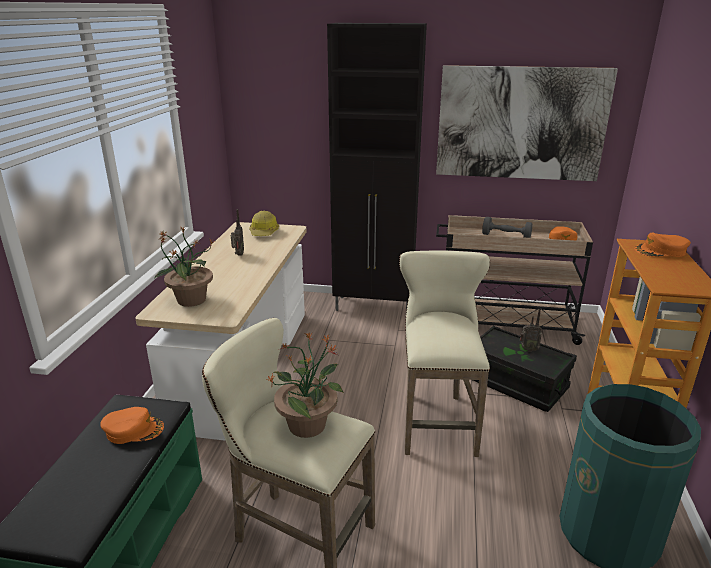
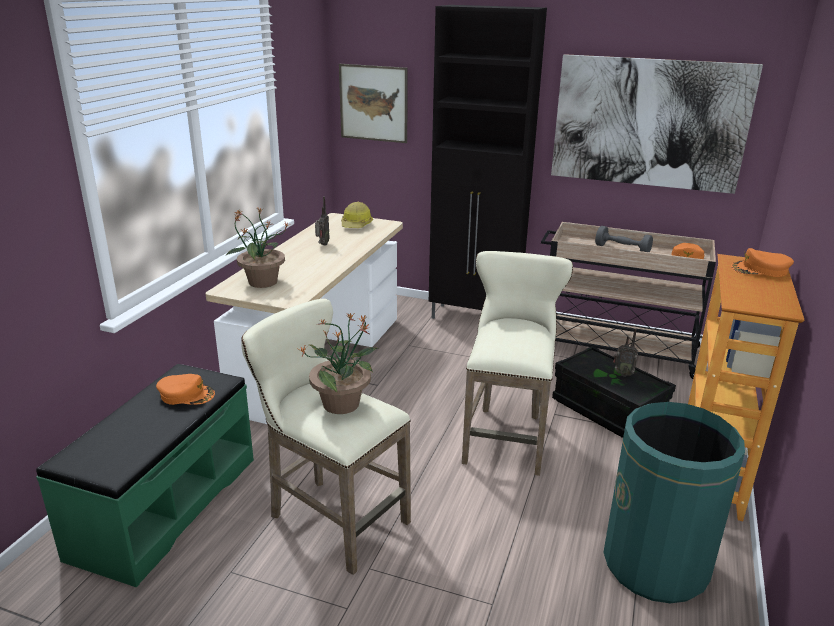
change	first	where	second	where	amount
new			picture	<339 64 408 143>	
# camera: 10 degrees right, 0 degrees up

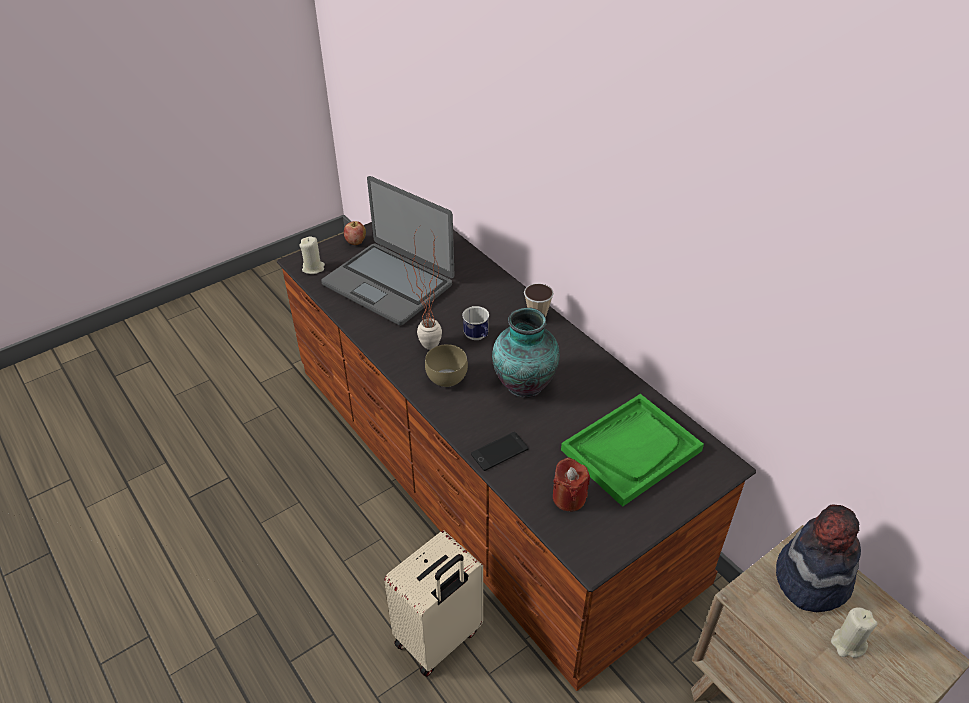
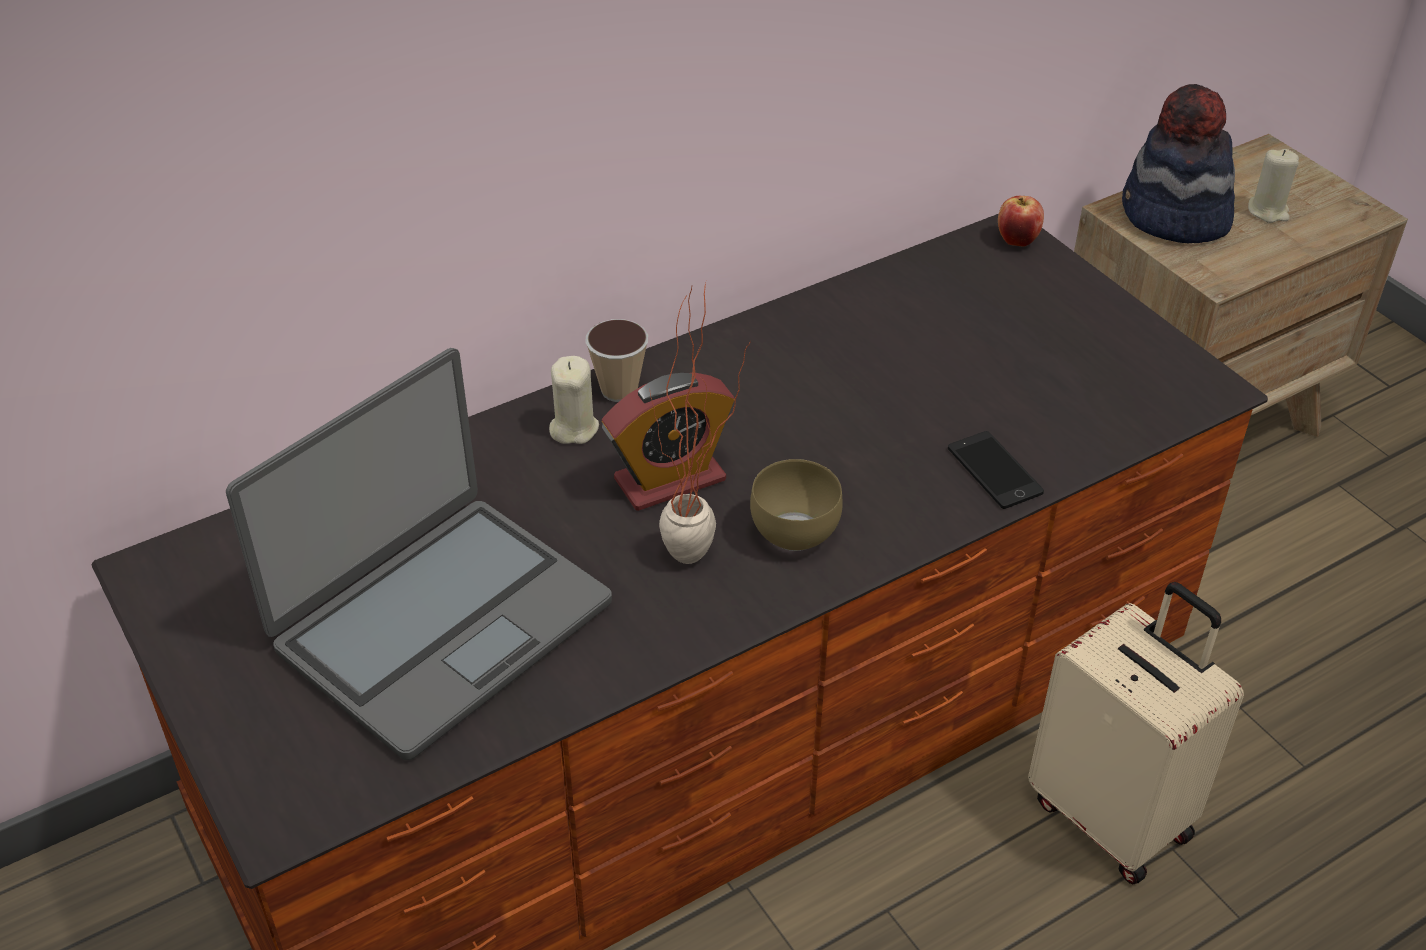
change	first	where	second	where	amount
shifted	beige candle	<299 237 325 274>		<549 356 599 444>	
shifted	apple	<344 221 366 245>		<998 196 1044 247>	
swapped	mug	<462 306 489 340>	alarm clock	<602 373 735 511>	
gone	vase	<492 308 560 398>			
gone	red candle	<553 457 590 511>			
gone	green tray	<561 394 704 507>			
# camera: 85 degrees left, 0 degrees up

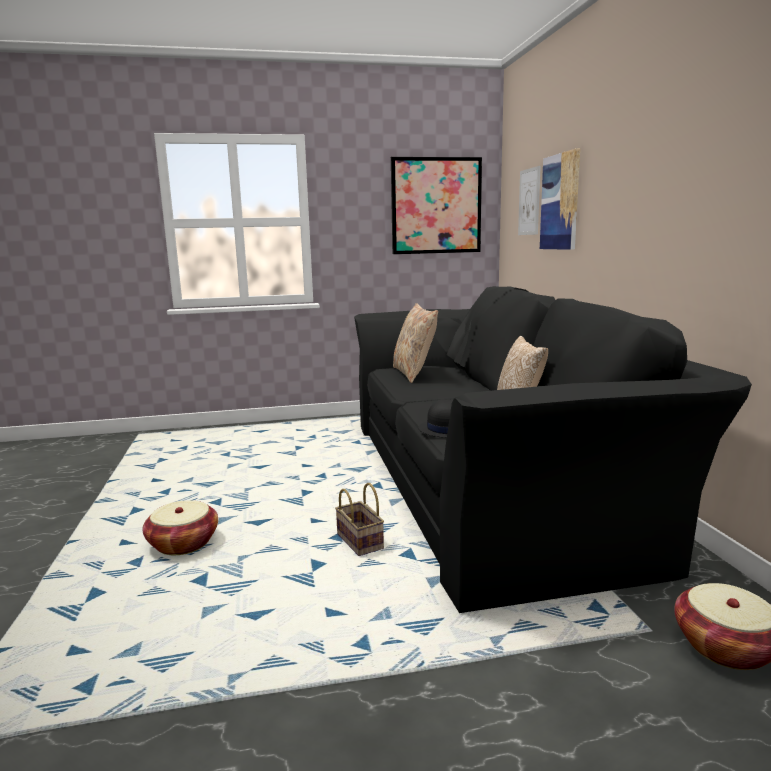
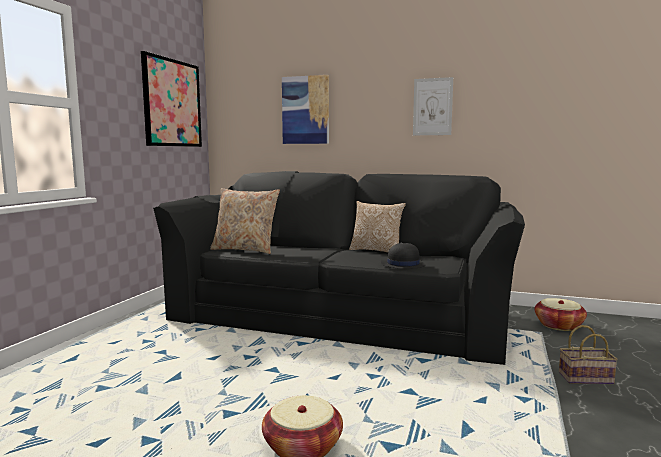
change	first	where	second	where	amount
shifted	basket	<335 483 384 556>		<559 325 618 384>	
shifted	picture	<518 166 541 235>		<413 77 453 135>	
# camera: 60 degrees left, 5 degrees down

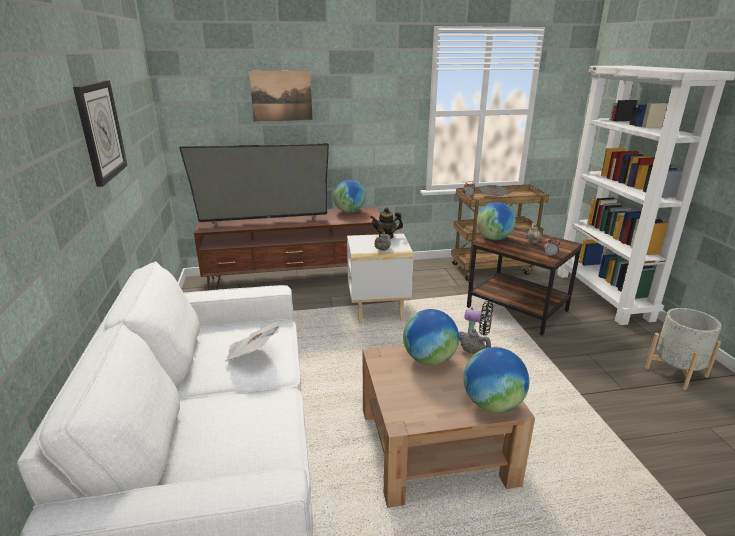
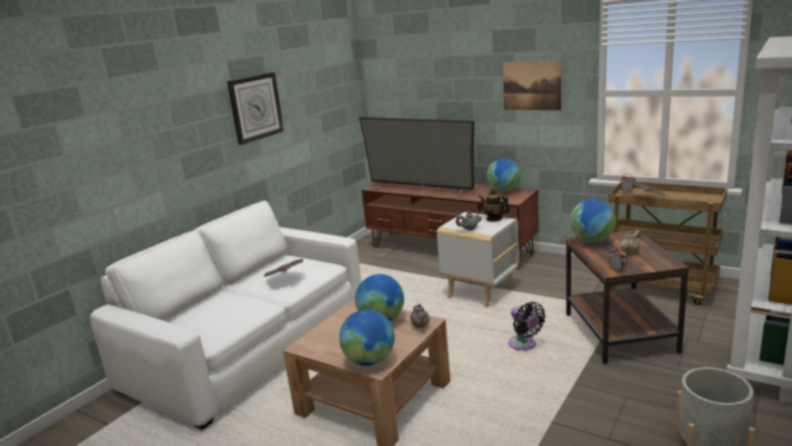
change	first	where	second	where	amount
shifted	picture	<249 70 313 122>		<503 60 561 110>	
# camera: 45 degrees right, 5 degrees down

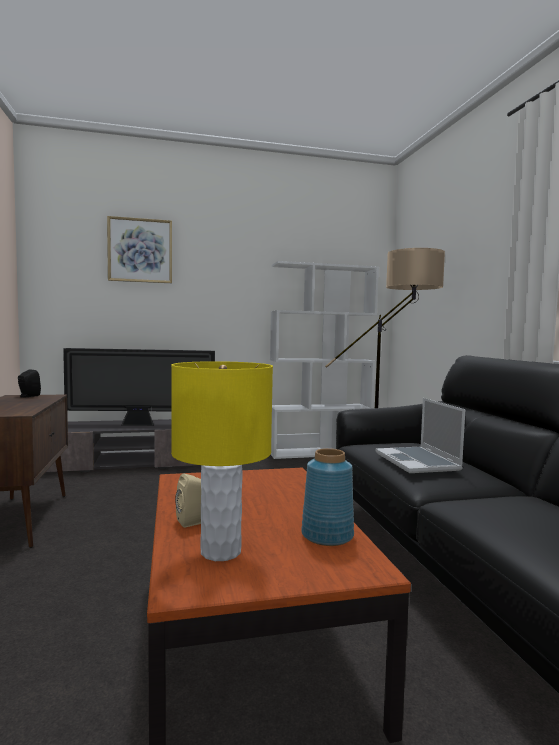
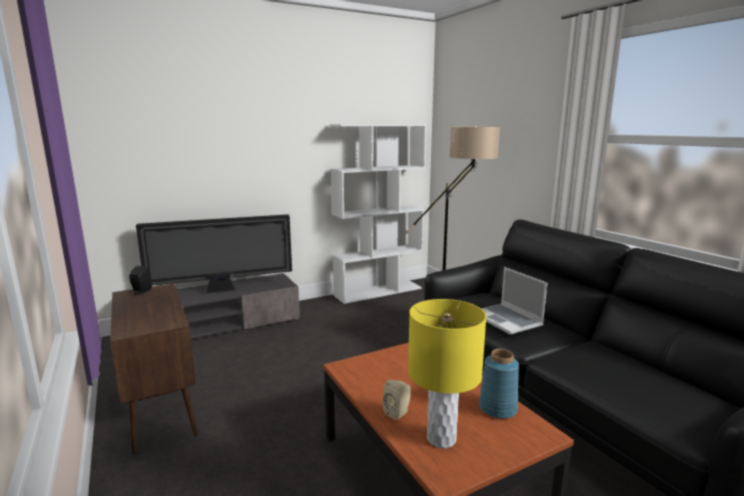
change	first	where	second	where	amount
gone	picture	<107 216 172 283>			
# camera: 15 degrees left, 10 degrees up

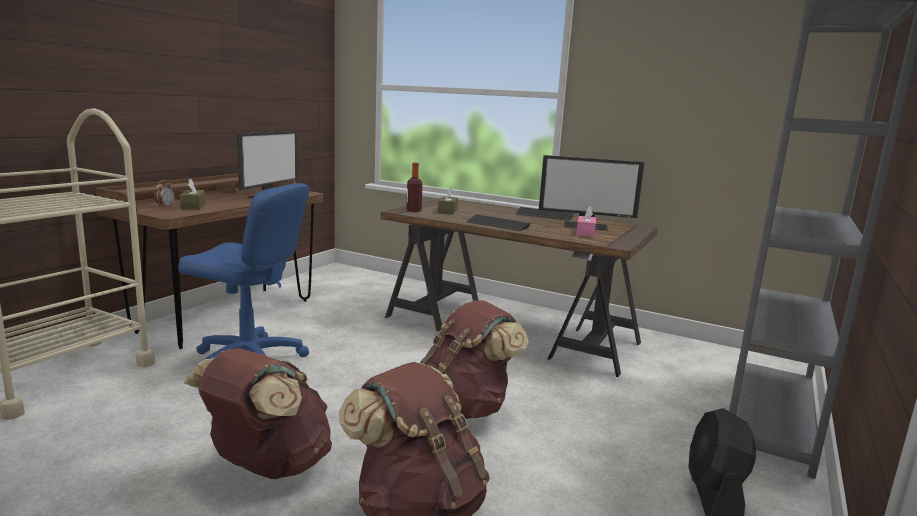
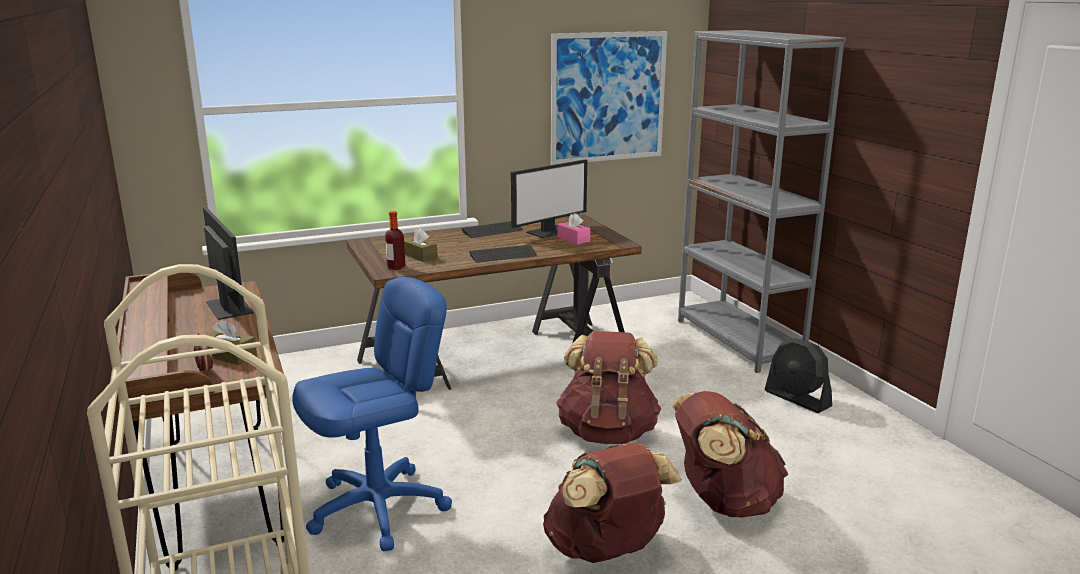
change	first	where	second	where	amount
new			picture	<551 31 667 165>	
# camera: 50 degrees left, 5 degrees up

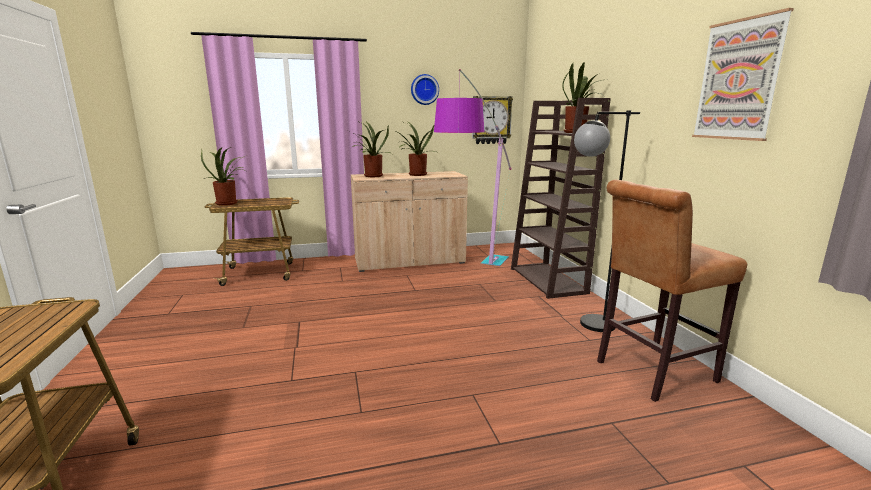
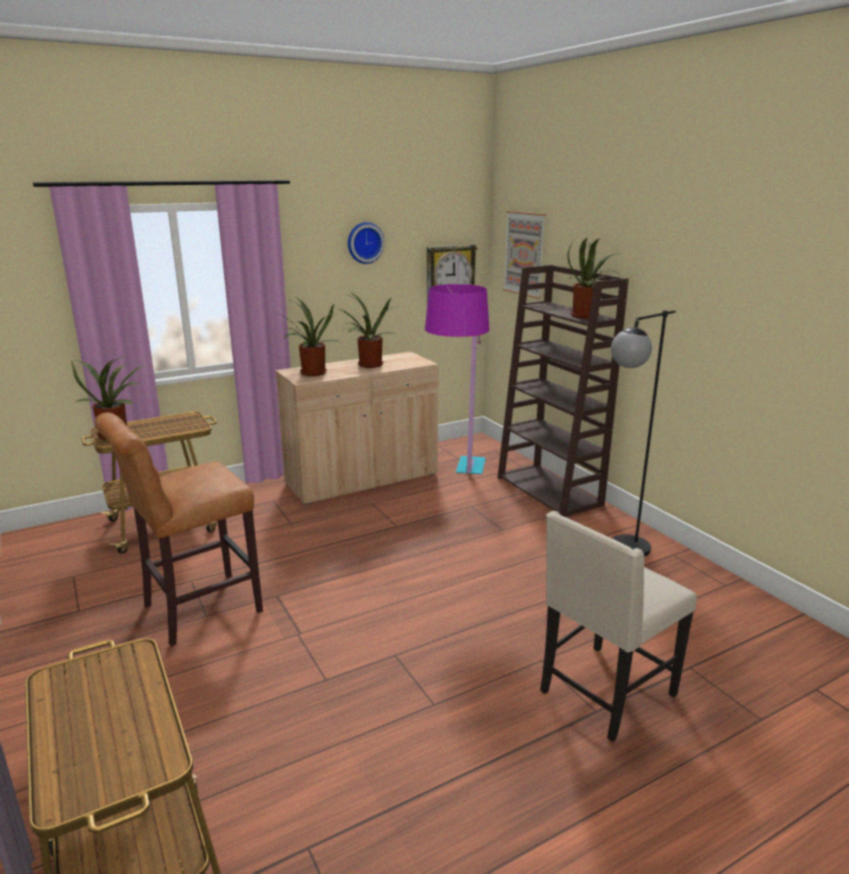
change	first	where	second	where	amount
shifted	brown stool	<597 180 747 402>		<95 412 263 646>	
shifted	picture	<692 8 794 141>		<503 211 546 299>	
new			beige chair	<540 511 697 742>	
# camera: 15 degrees left, 5 degrees up

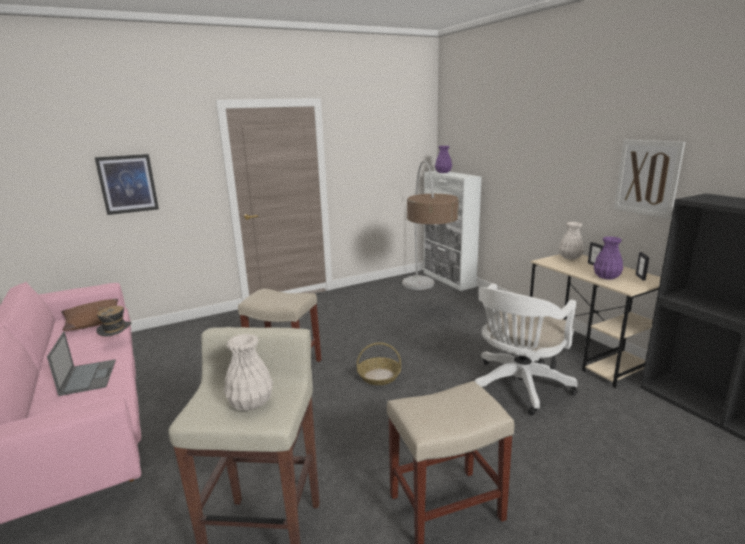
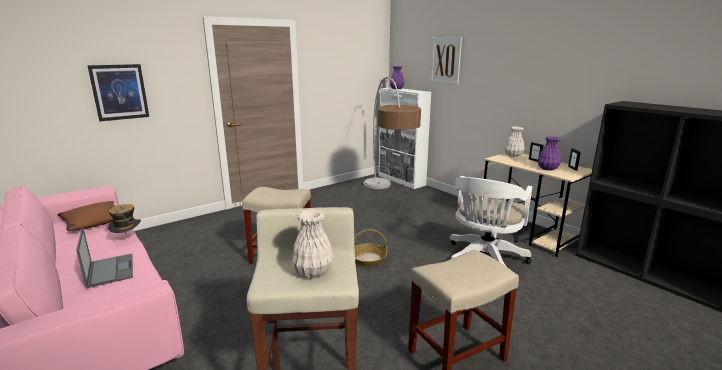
change	first	where	second	where	amount
shifted	picture	<614 139 685 219>		<430 37 462 85>	
# camera: 10 degrees left, 0 degrees up

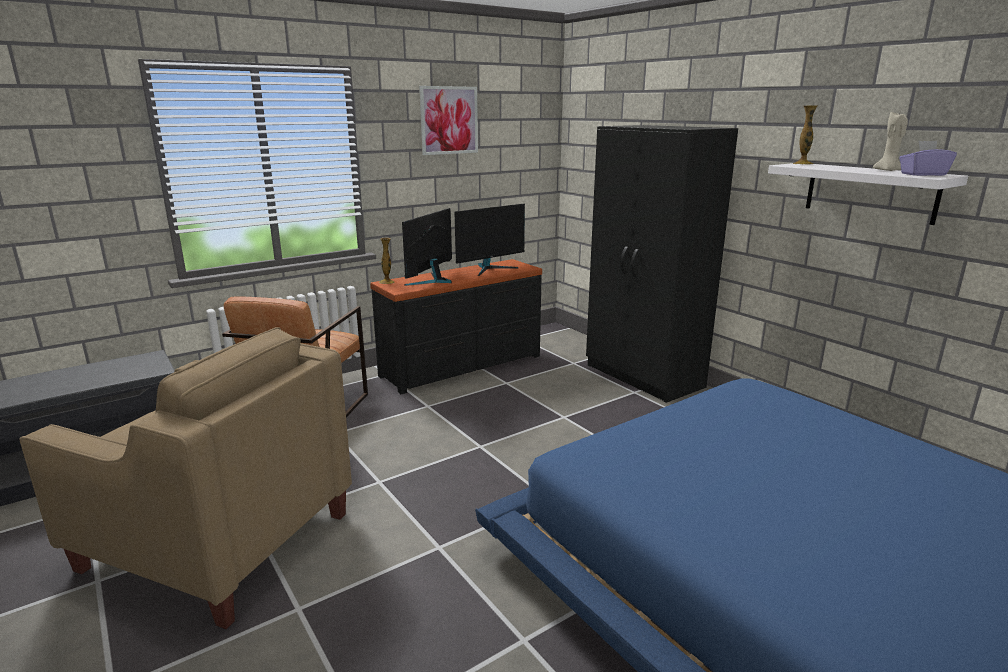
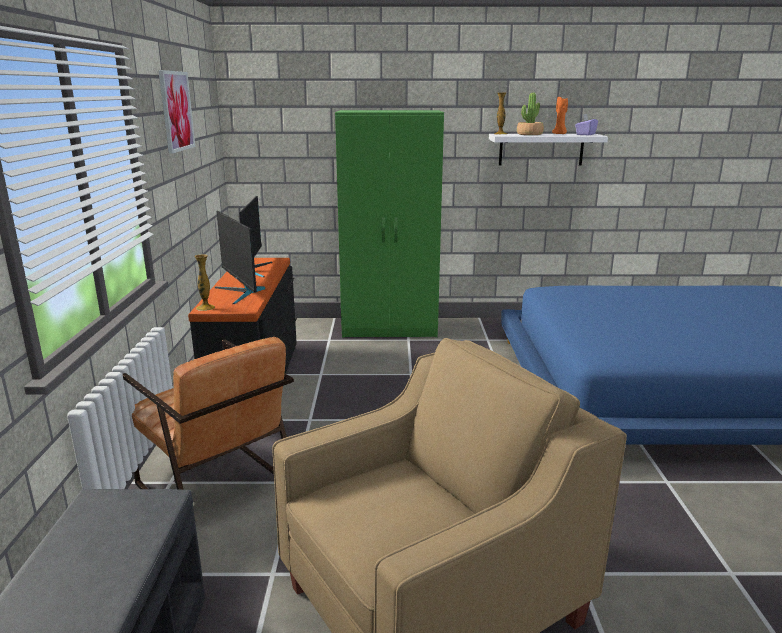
change	first	where	second	where	amount
repainted	black wardrobe	<586 125 738 403>	green wardrobe	<335 110 444 337>	
repainted	beige candle	<873 110 908 171>	orange candle	<552 97 568 134>	
new			potted plant	<517 93 544 135>	
# camera: 55 degrees left, 0 degrees up

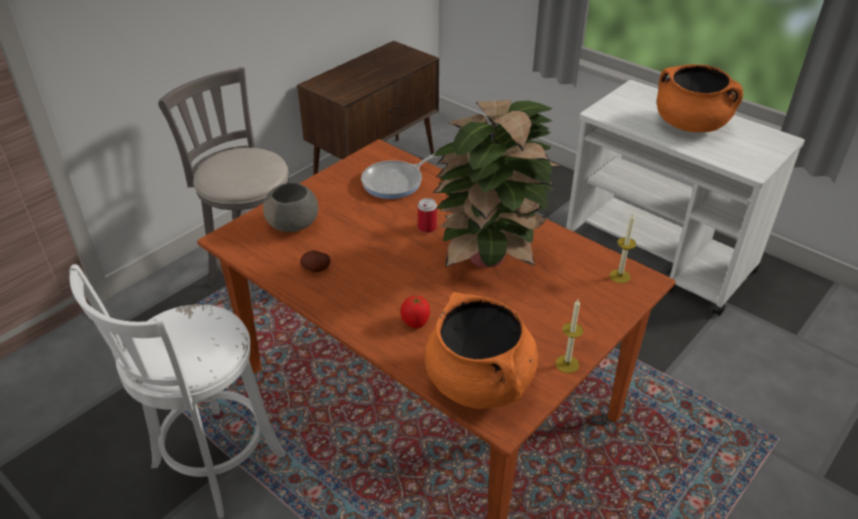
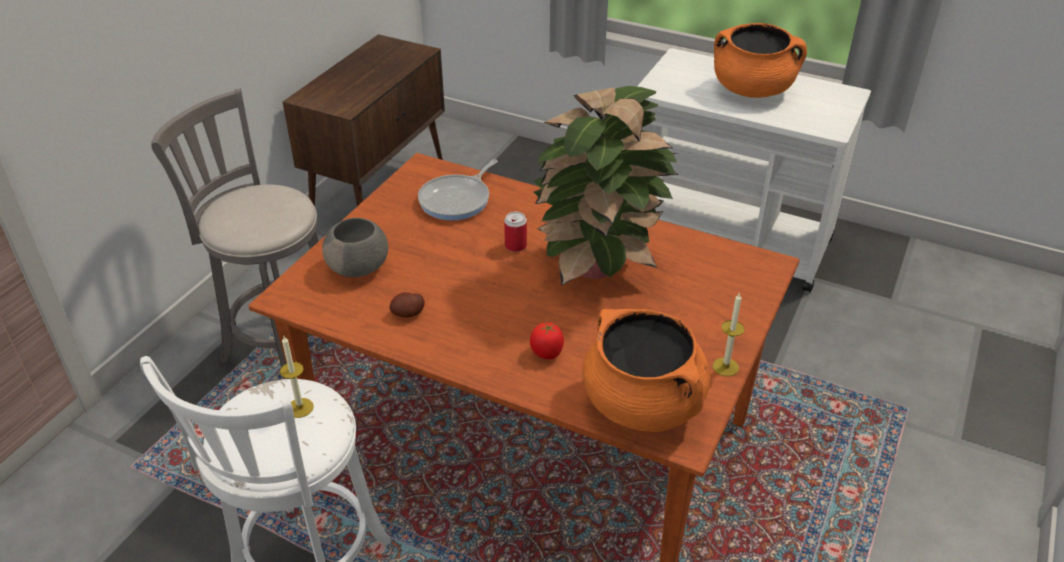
change	first	where	second	where	amount
shifted	candle	<609 214 636 283>		<280 336 314 418>	
# camera: 15 degrees left, 0 degrees up

